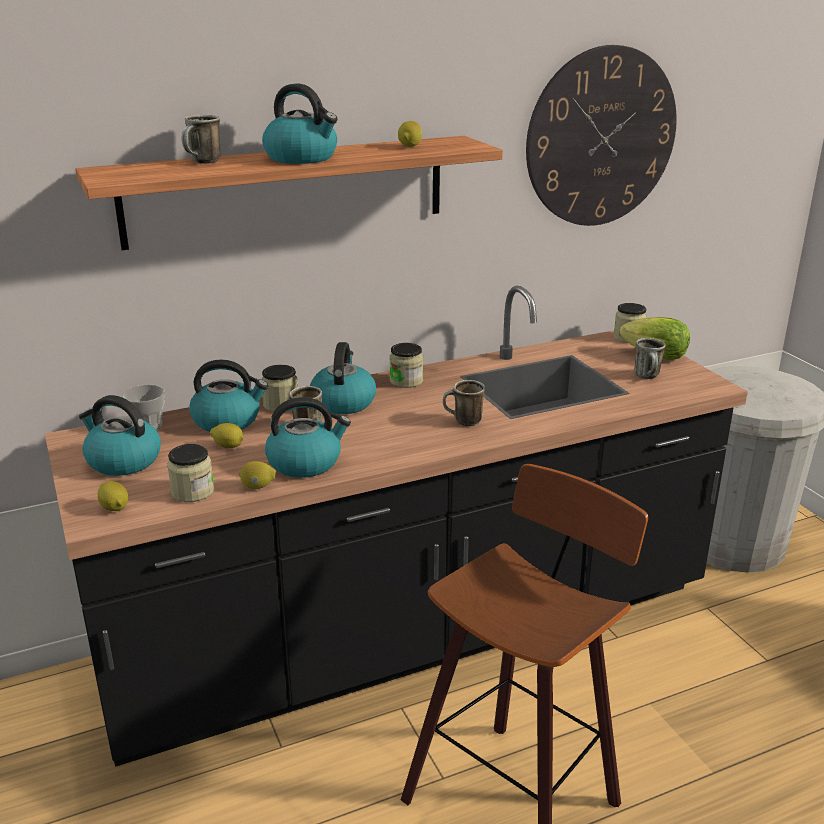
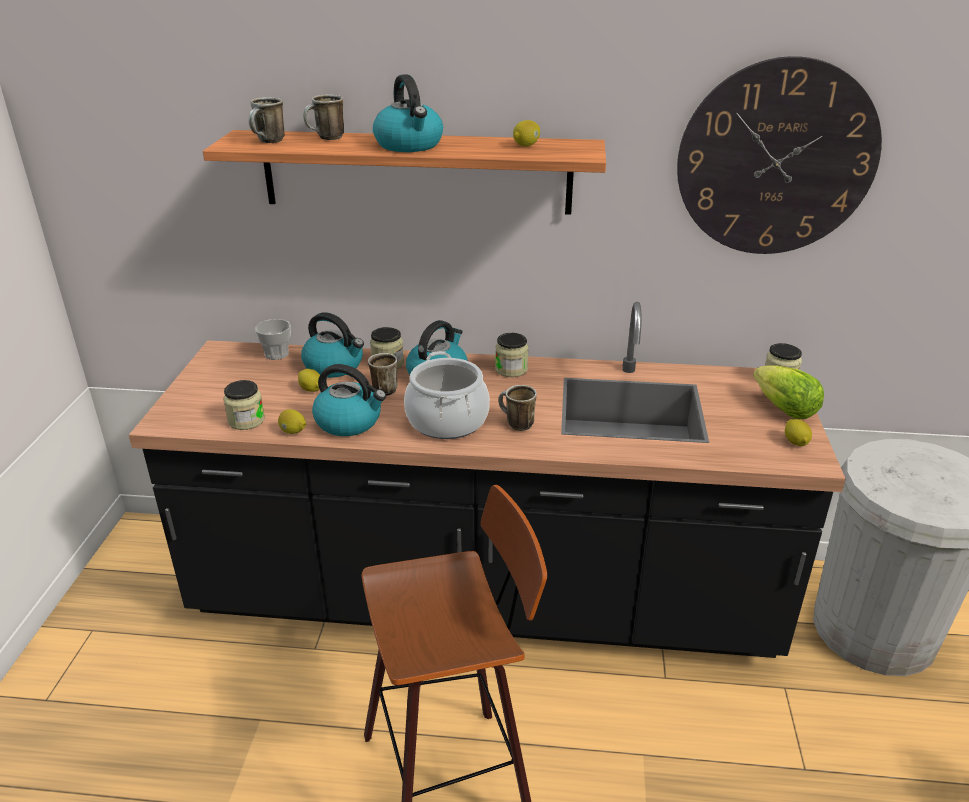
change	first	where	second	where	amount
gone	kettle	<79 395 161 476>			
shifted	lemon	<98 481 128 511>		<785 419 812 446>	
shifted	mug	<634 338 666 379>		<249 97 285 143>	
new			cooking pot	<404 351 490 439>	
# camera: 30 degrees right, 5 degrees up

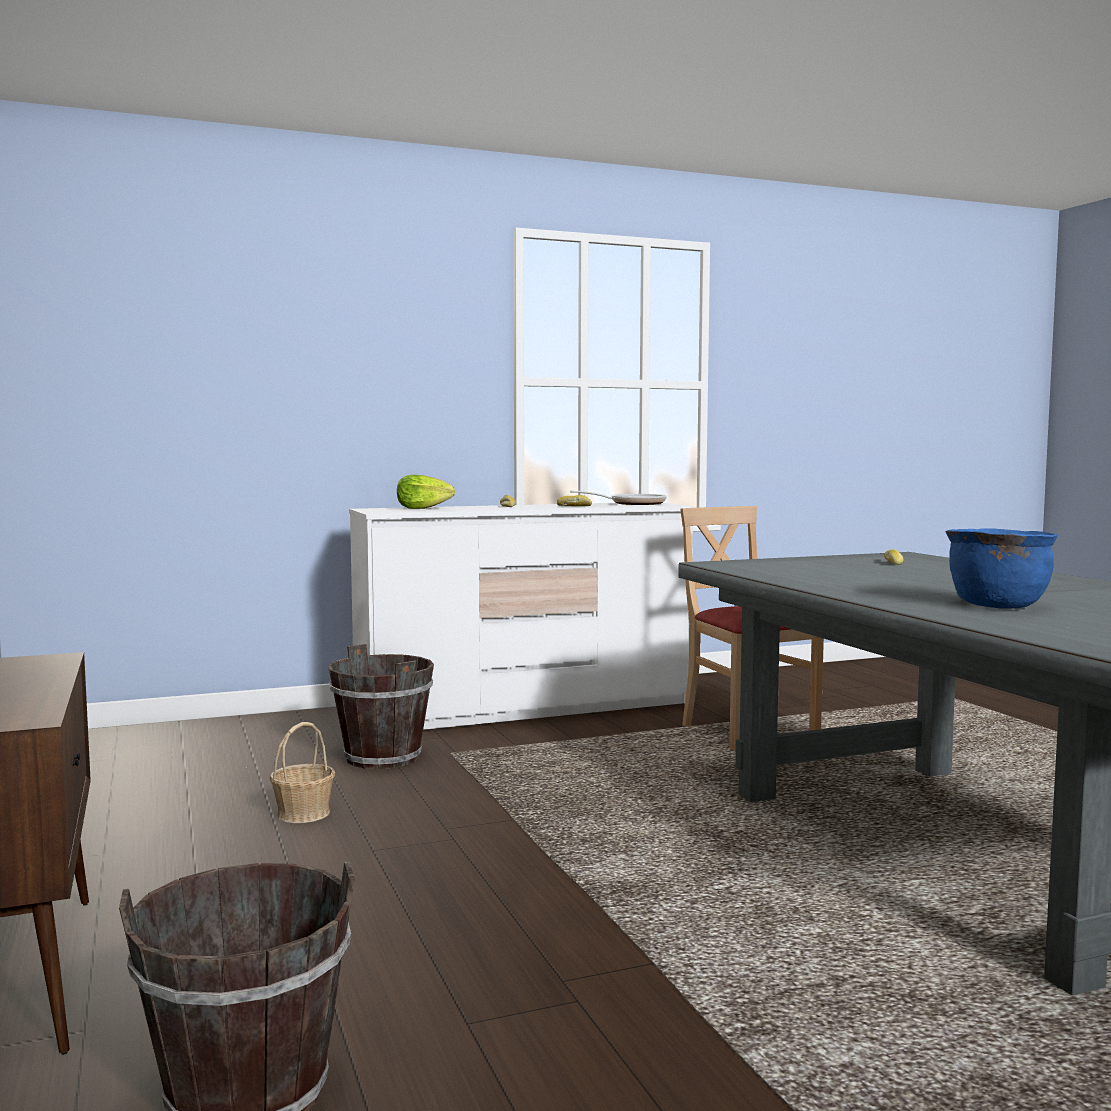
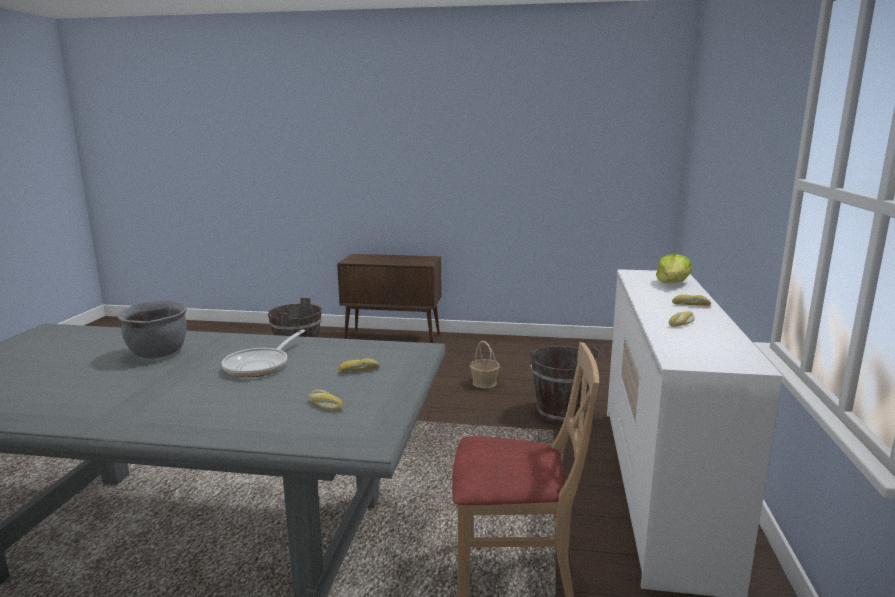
change	first	where	second	where	amount
shifted	frying pan	<570 490 667 505>		<221 330 305 377>	
repainted	blue cooking pot	<946 528 1058 609>	grey cooking pot	<118 300 187 359>	
new			bread	<338 358 379 373>	
# camera: 120 degrees right, 10 degrees up

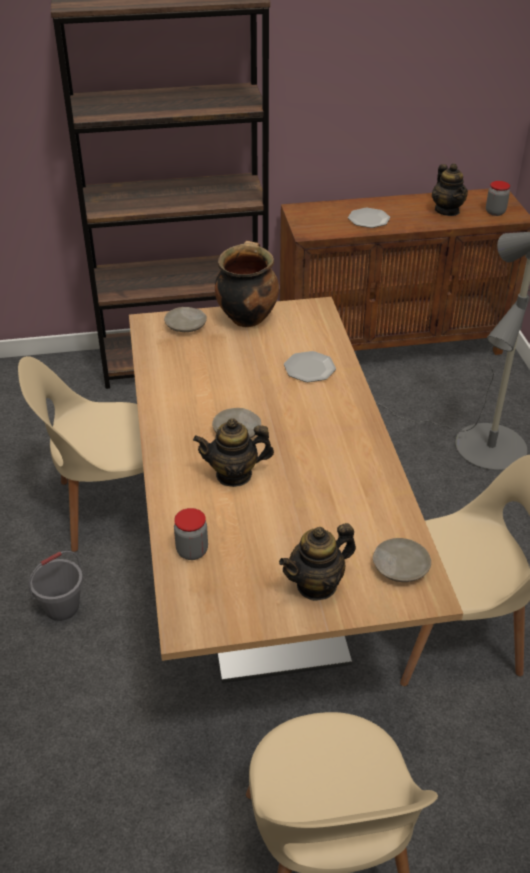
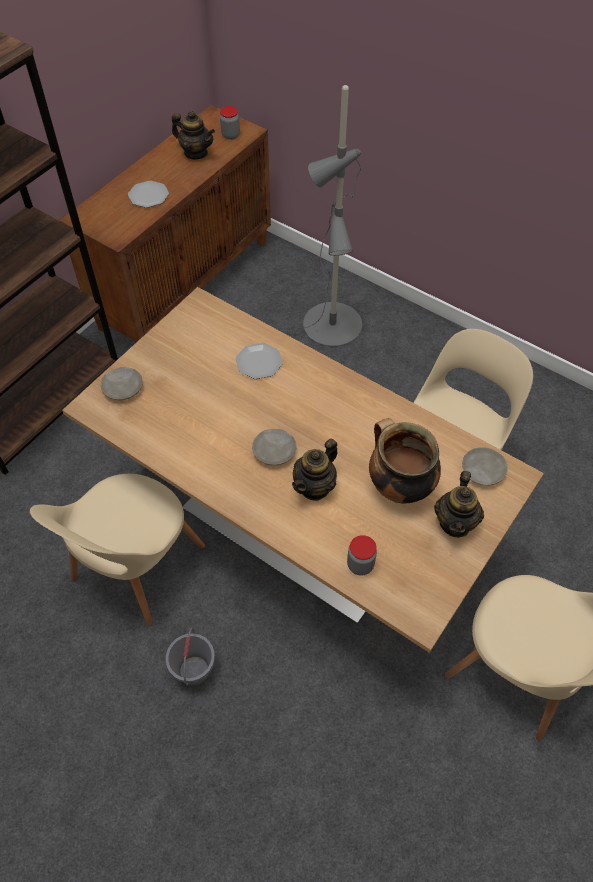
change	first	where	second	where	amount
shifted	cooking pot	<215 241 279 327>		<369 418 441 503>	
# camera: 45 degrees left, 15 degrees up

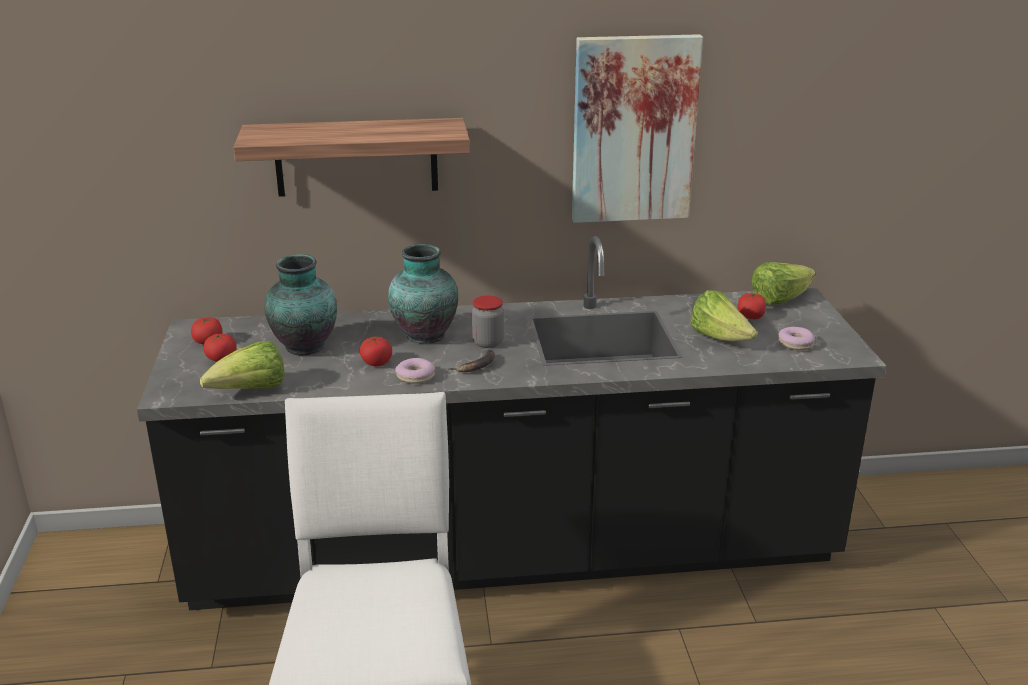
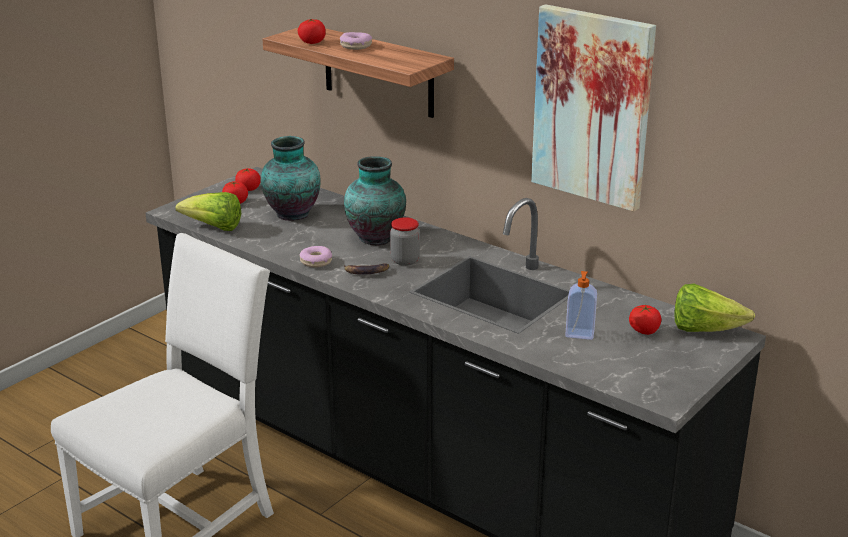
change	first	where	second	where	amount
shifted	tomato	<360 336 392 367>		<298 19 326 44>	
swapped	lettuce	<690 290 758 341>	soap dispenser	<565 271 597 340>	
shifted	donut	<778 327 815 350>		<340 32 372 50>	
# camera: 45 degrees right, 0 degrees up

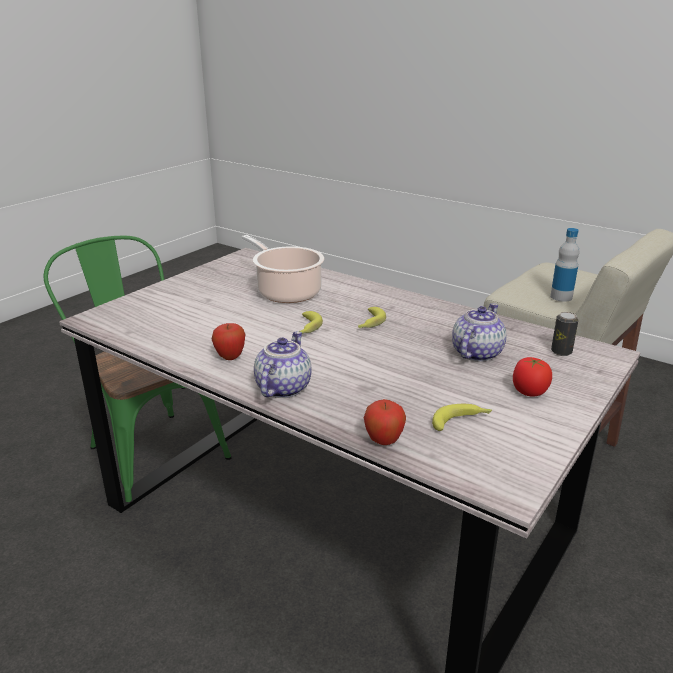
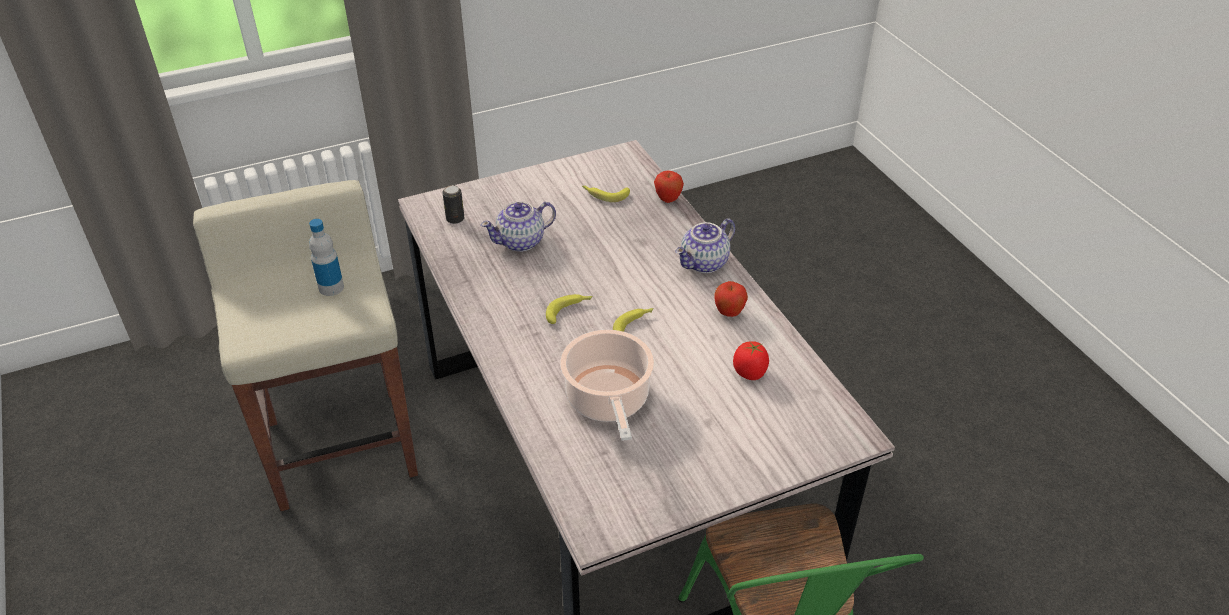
change	first	where	second	where	amount
shifted	tomato	<513 357 552 397>		<733 341 769 380>	
# camera: 150 degrees left, 15 degrees up

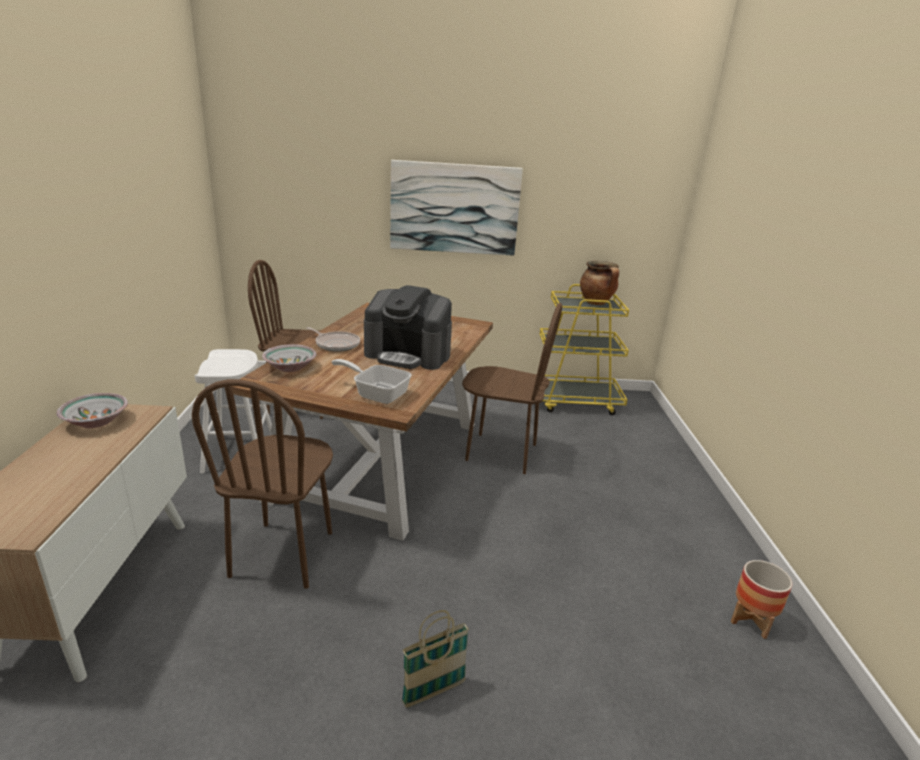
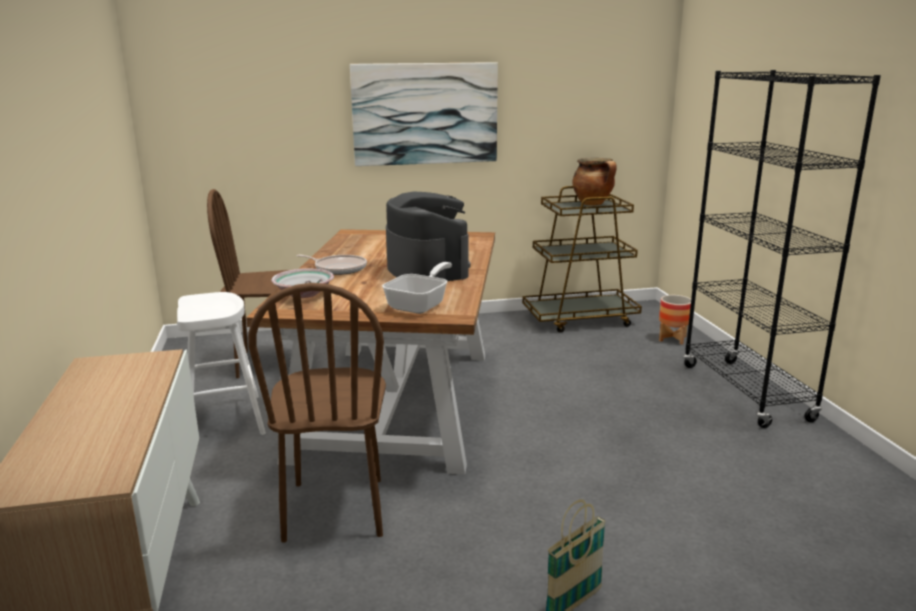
change	first	where	second	where	amount
gone	bowl	<56 393 128 428>			
rotated	frying pan	<332 359 412 404>		<382 262 452 314>	105 degrees clockwise
rotated	coffee machine	<364 285 452 370>		<386 192 471 281>	120 degrees counterclockwise
gone	brown chair	<462 303 562 474>			
repainted	yellow cart	<540 284 629 415>	brown cart	<522 186 642 333>	
shifted	planter	<731 560 792 639>		<659 295 691 345>	
new			black bookcase	<683 70 881 428>	
# camera: 10 degrees left, 5 degrees down

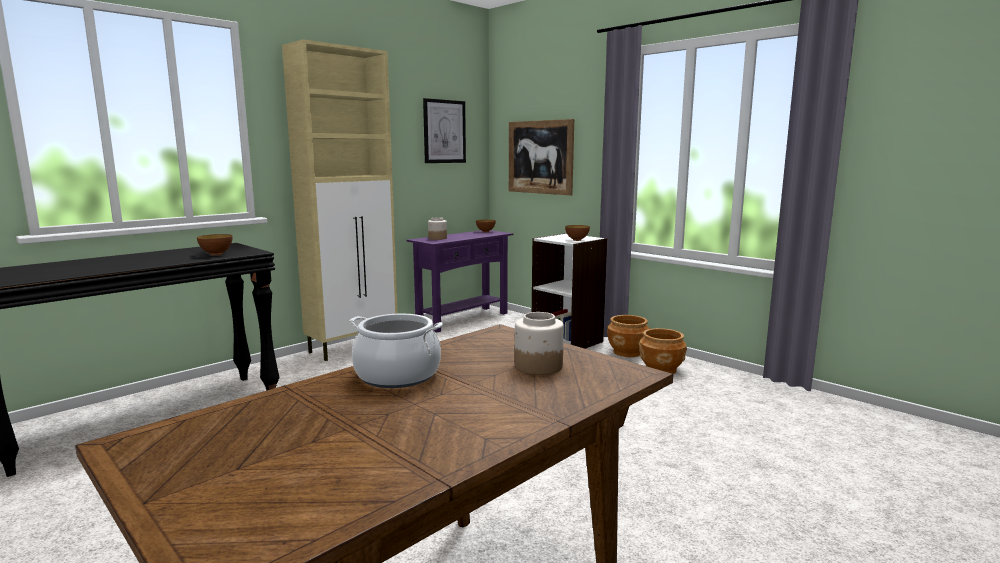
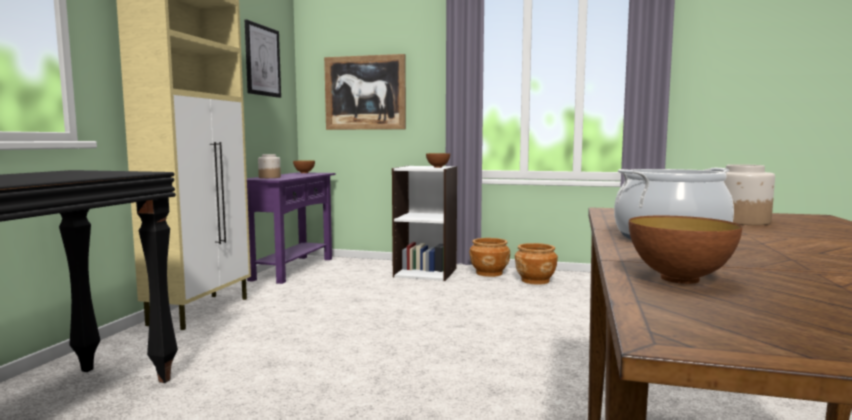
change	first	where	second	where	amount
shifted	bowl	<197 234 232 255>		<629 215 742 284>	
# camera: 30 degrees left, 5 degrees down

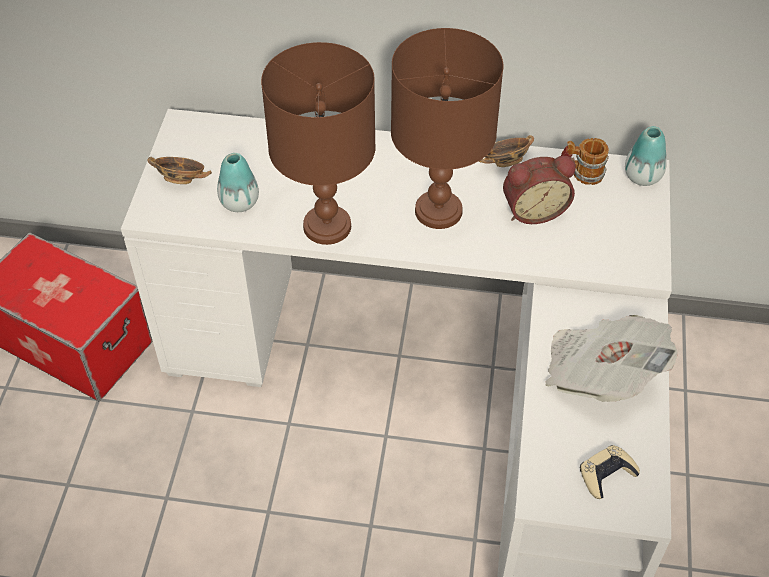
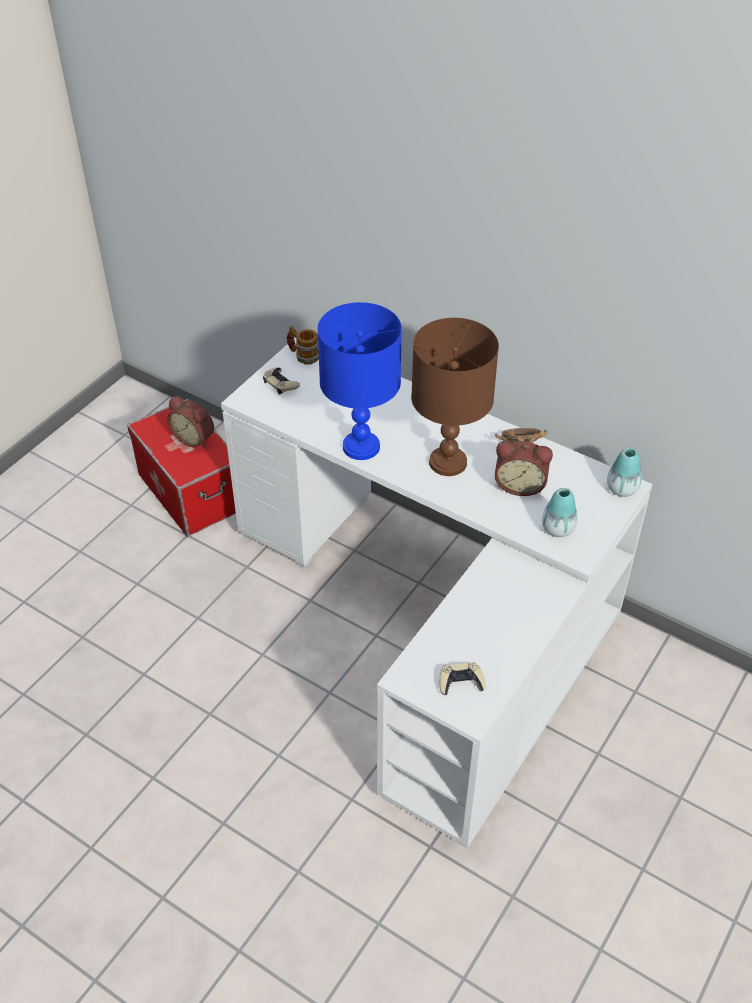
change	first	where	second	where	amount
swapped	bowl	<147 157 212 184>	beige game controller	<263 367 300 395>	
shifted	vase	<217 153 259 212>		<542 488 577 537>	
repainted	brown table lamp	<261 42 376 245>	blue table lamp	<317 302 402 460>	
gone	newspaper	<545 315 678 402>			
shifted	mug	<561 138 609 185>		<287 326 319 365>	
new			alarm clock	<167 396 214 448>	
# camera: 25 degrees right, 5 degrees down

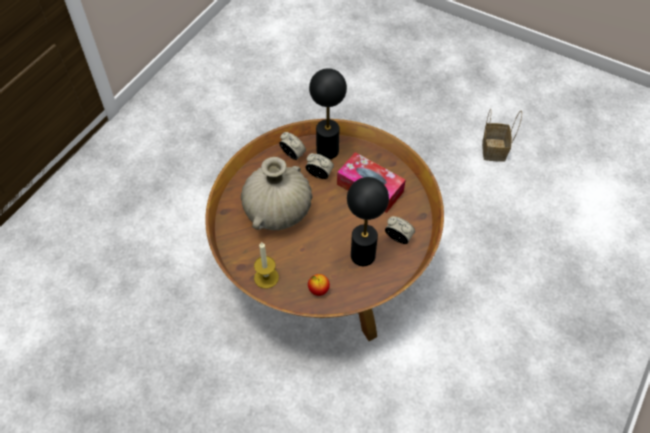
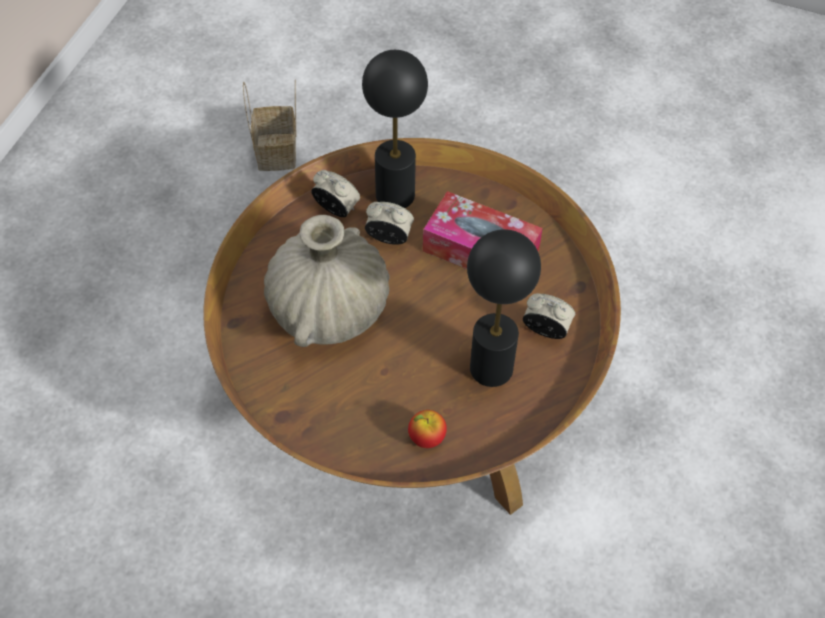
change	first	where	second	where	amount
gone	candle	<254 242 279 289>			
shifted	basket	<482 109 522 161>		<243 79 296 171>	
# camera: 10 degrees left, 0 degrees up

